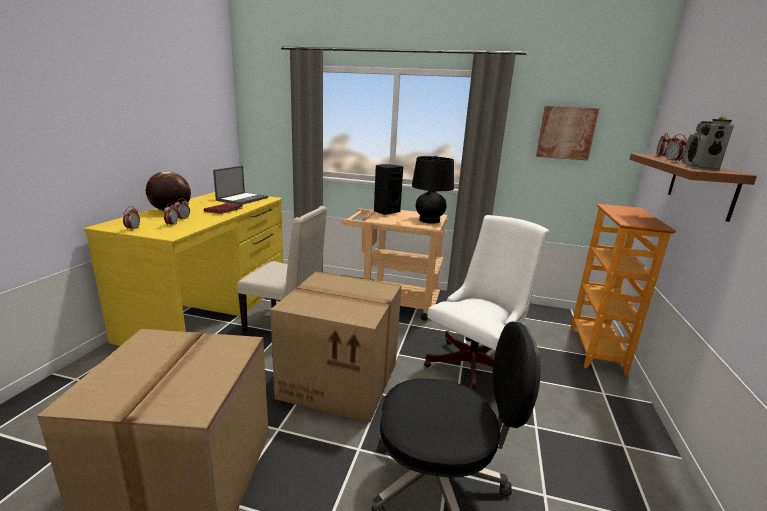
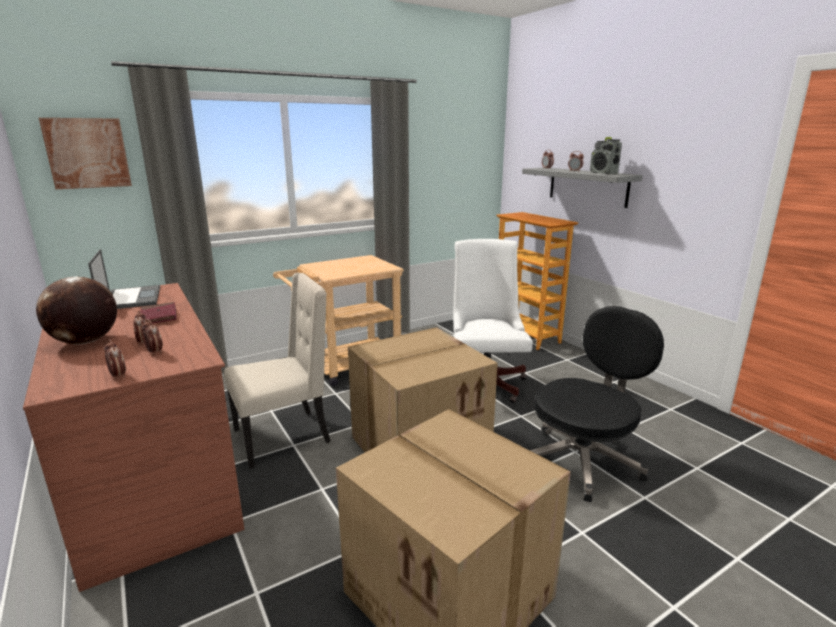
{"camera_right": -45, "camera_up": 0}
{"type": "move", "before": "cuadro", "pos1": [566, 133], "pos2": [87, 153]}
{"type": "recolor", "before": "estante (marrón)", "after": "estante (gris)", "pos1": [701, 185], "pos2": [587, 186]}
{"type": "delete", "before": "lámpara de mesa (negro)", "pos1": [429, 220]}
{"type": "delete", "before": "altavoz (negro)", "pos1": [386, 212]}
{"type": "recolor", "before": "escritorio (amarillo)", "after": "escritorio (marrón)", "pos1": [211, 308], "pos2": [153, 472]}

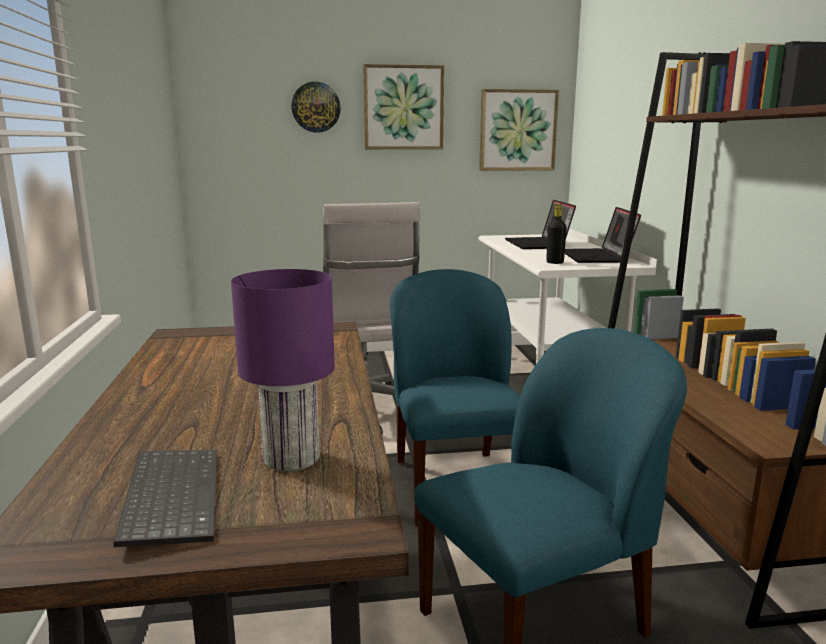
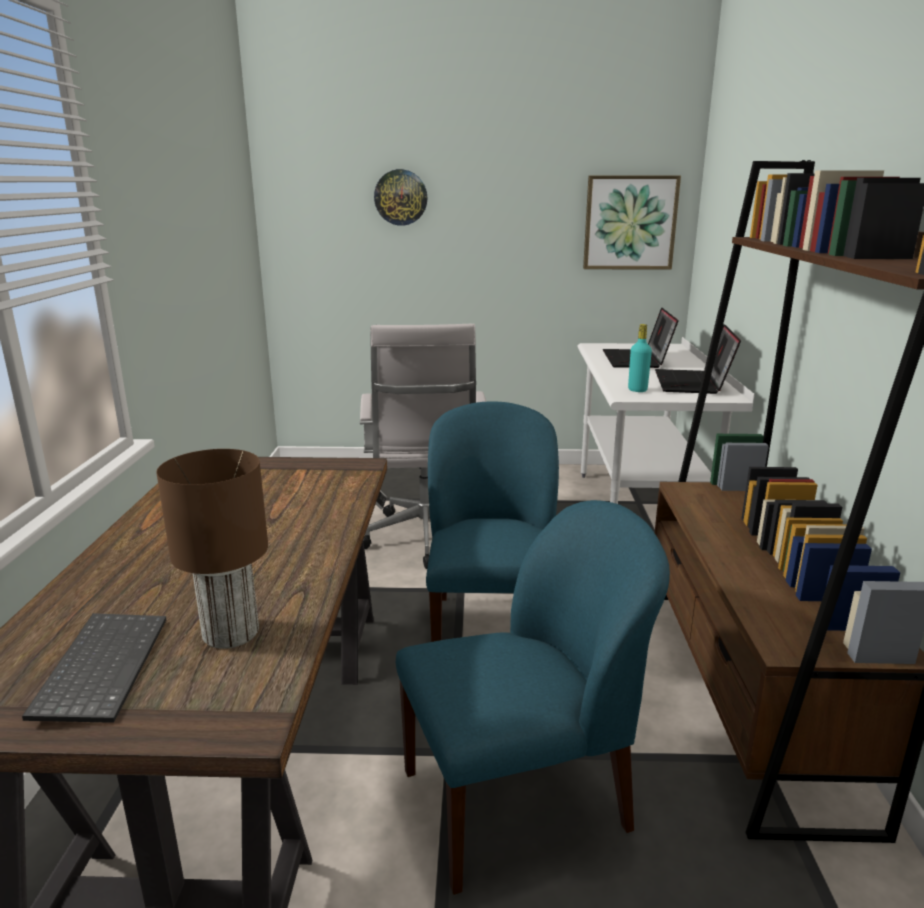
{"camera_right": 10, "camera_up": 5}
{"type": "delete", "before": "cuadro", "pos1": [403, 107]}
{"type": "recolor", "before": "botella (negro)", "after": "botella (turquesa)", "pos1": [555, 262], "pos2": [637, 390]}
{"type": "recolor", "before": "lámpara de mesa (morado)", "after": "lámpara de mesa (marrón)", "pos1": [290, 459], "pos2": [229, 633]}

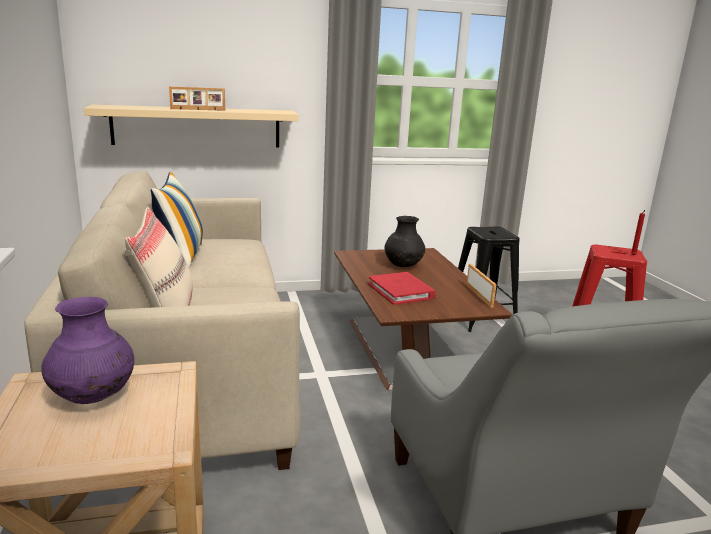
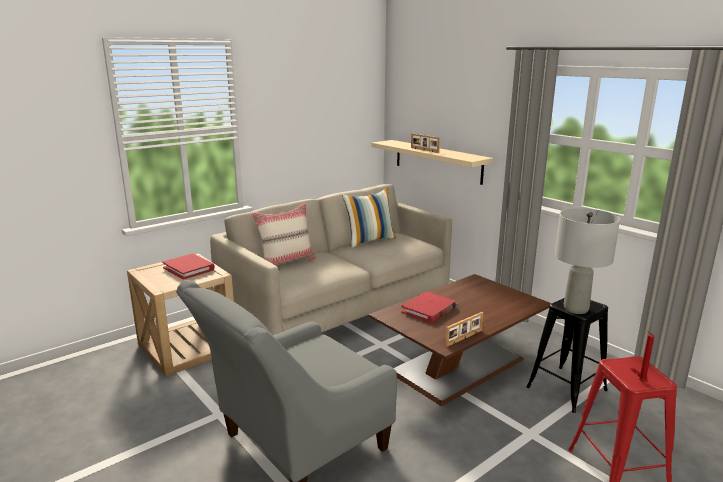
{"camera_right": 65, "camera_up": 0}
{"type": "delete", "before": "florero (negro)", "pos1": [403, 266]}
{"type": "replace", "before": "florero (morado)", "after": "libro (rojo)", "pos1": [93, 397], "pos2": [189, 268]}
{"type": "insert", "after": "lámpara de mesa (gris)", "pos2": [575, 309]}

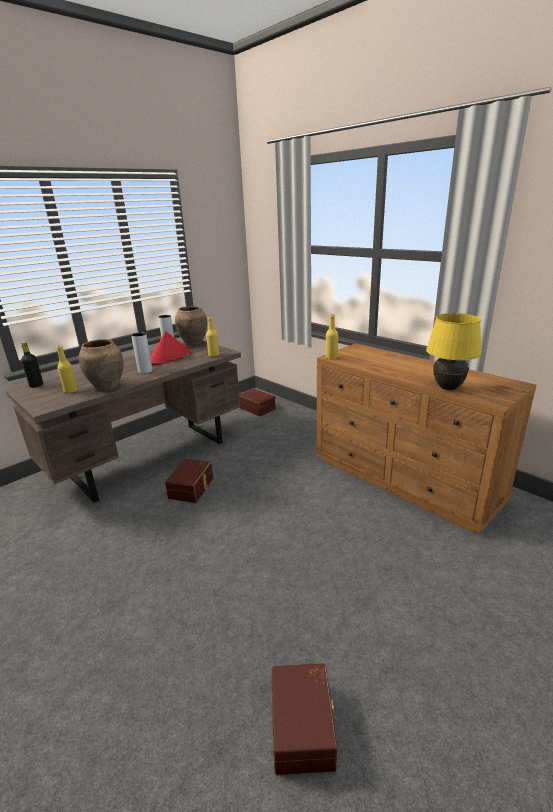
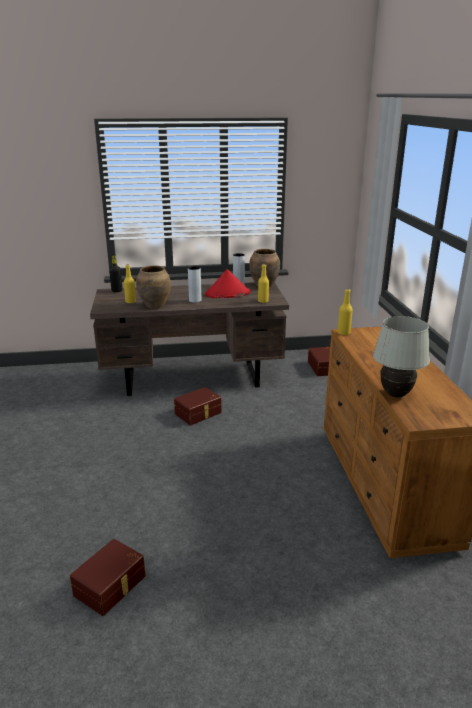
{"camera_right": 35, "camera_up": 0}
{"type": "recolor", "before": "lámpara de mesa (amarillo)", "after": "lámpara de mesa (blanco)", "pos1": [448, 388], "pos2": [396, 394]}

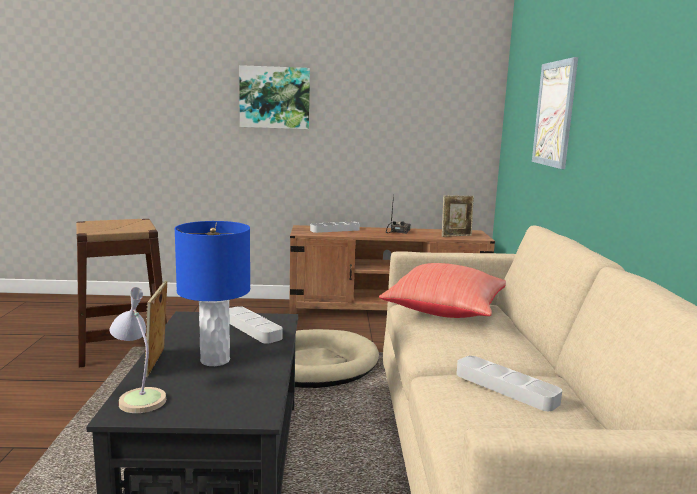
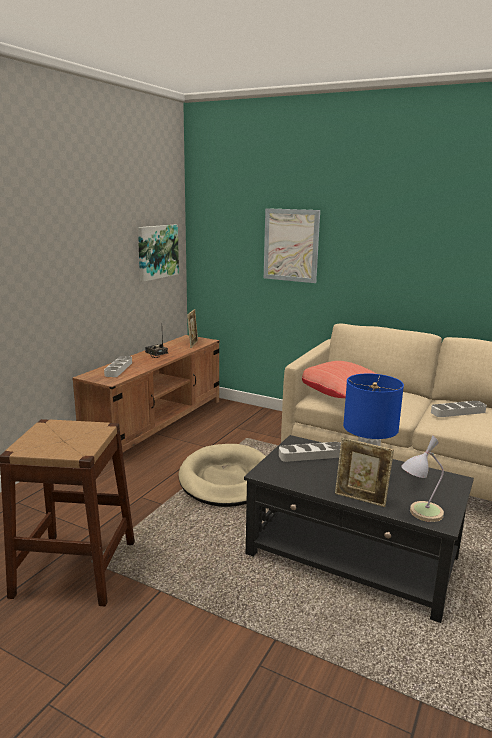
{"camera_right": -60, "camera_up": 5}
{"type": "move", "before": "cuadro", "pos1": [275, 97], "pos2": [157, 251]}

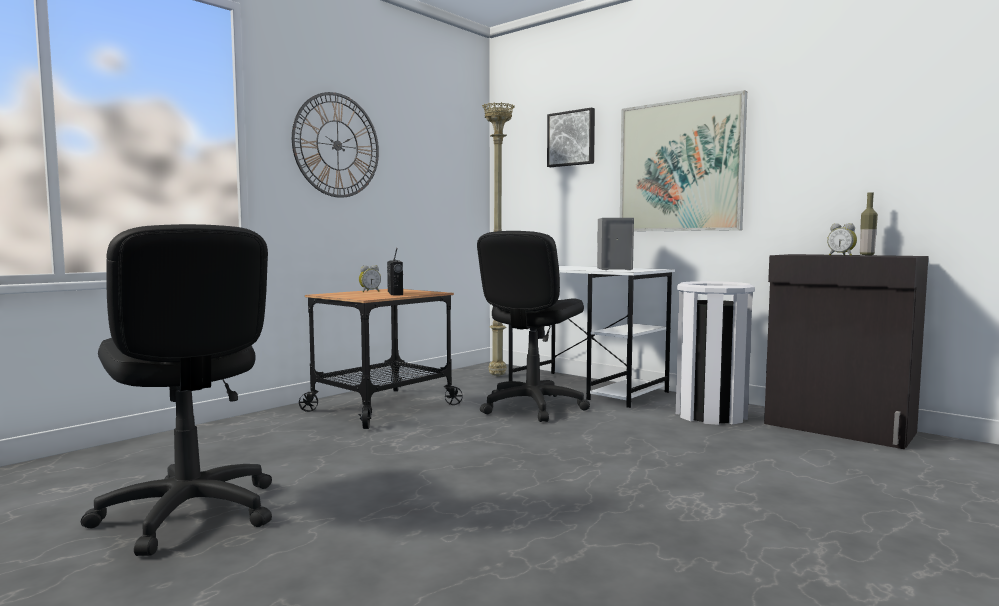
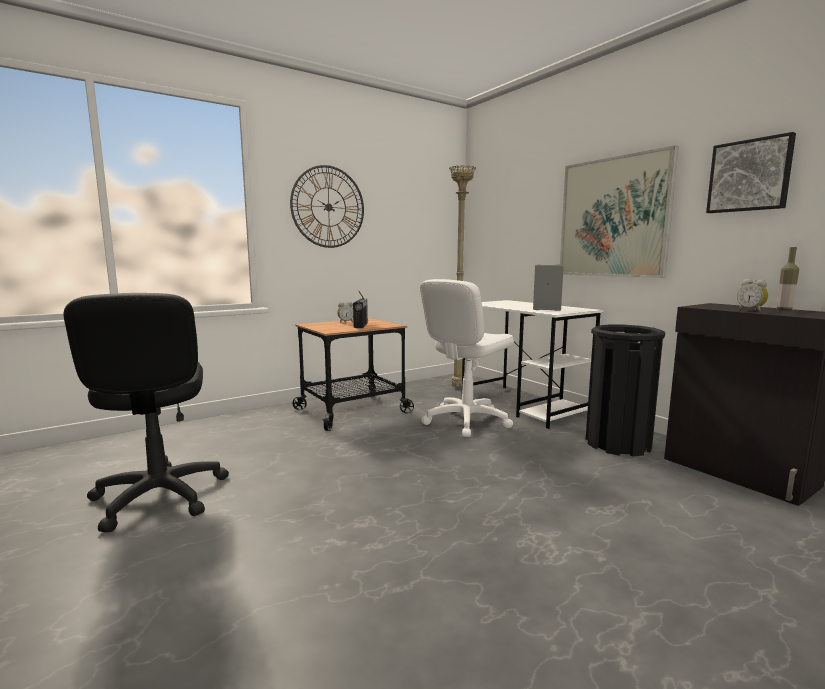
{"camera_right": 15, "camera_up": 5}
{"type": "move", "before": "cuadro", "pos1": [572, 138], "pos2": [749, 176]}
{"type": "recolor", "before": "silla de oficina (negro)", "after": "silla de oficina (blanco)", "pos1": [532, 407], "pos2": [466, 421]}
{"type": "recolor", "before": "papelera (blanco)", "after": "papelera (negro)", "pos1": [711, 415], "pos2": [617, 443]}

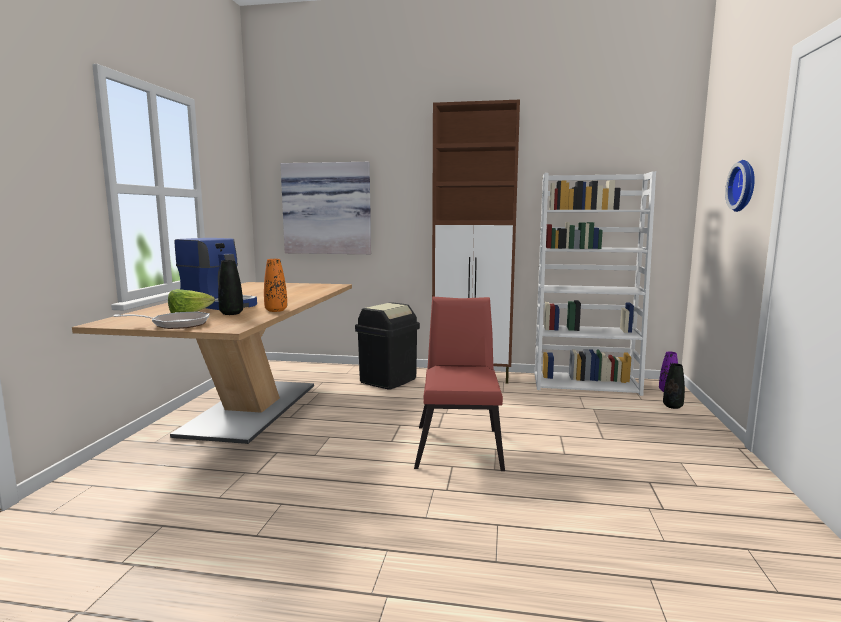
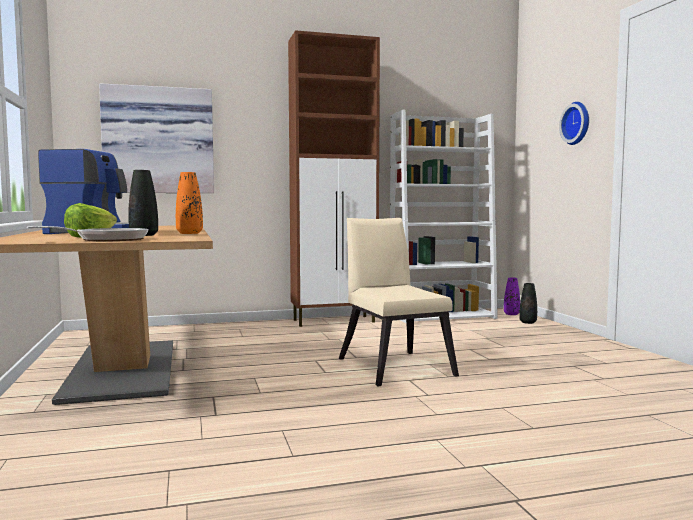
{"camera_right": -25, "camera_up": -5}
{"type": "recolor", "before": "silla (rojo)", "after": "silla (beis)", "pos1": [459, 444], "pos2": [393, 365]}
{"type": "delete", "before": "papelera (negro)", "pos1": [388, 380]}

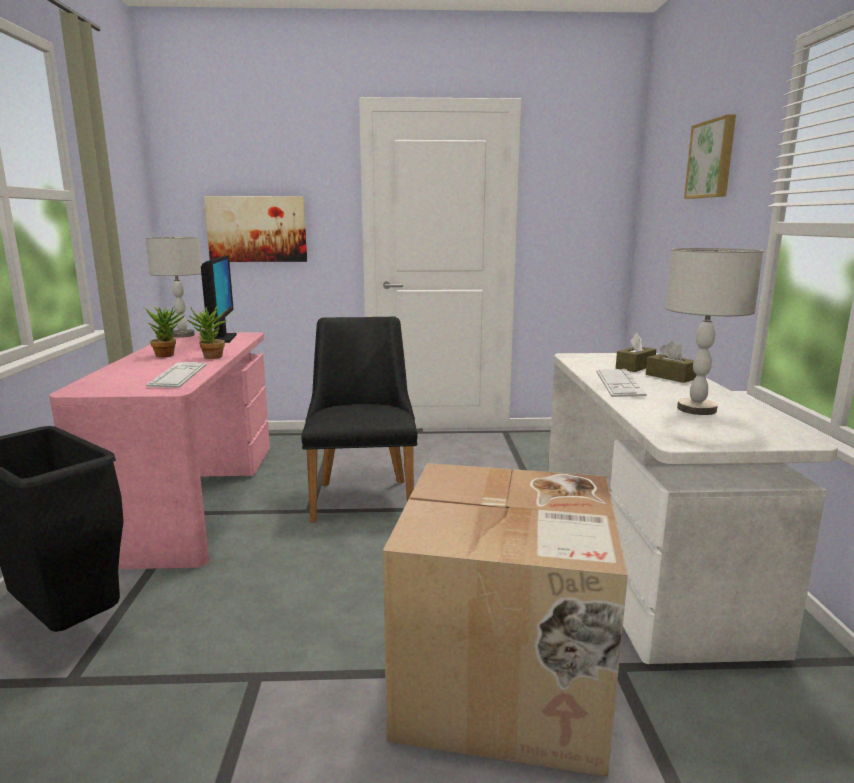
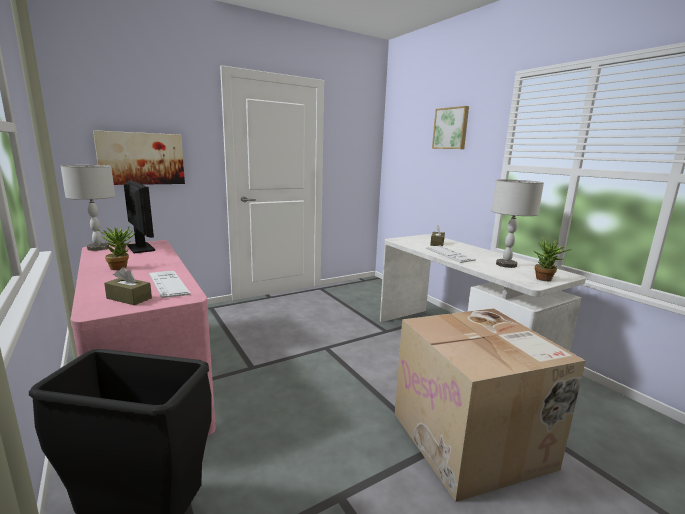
{"camera_right": -30, "camera_up": 0}
{"type": "move", "before": "planta en maceta", "pos1": [211, 358], "pos2": [545, 280]}
{"type": "delete", "before": "silla (negro)", "pos1": [363, 495]}
{"type": "move", "before": "caja de pañuelos (marrón)", "pos1": [670, 377], "pos2": [129, 298]}

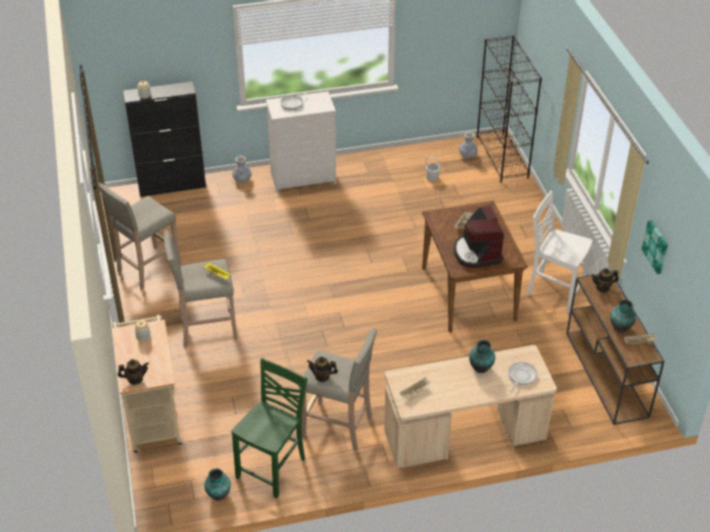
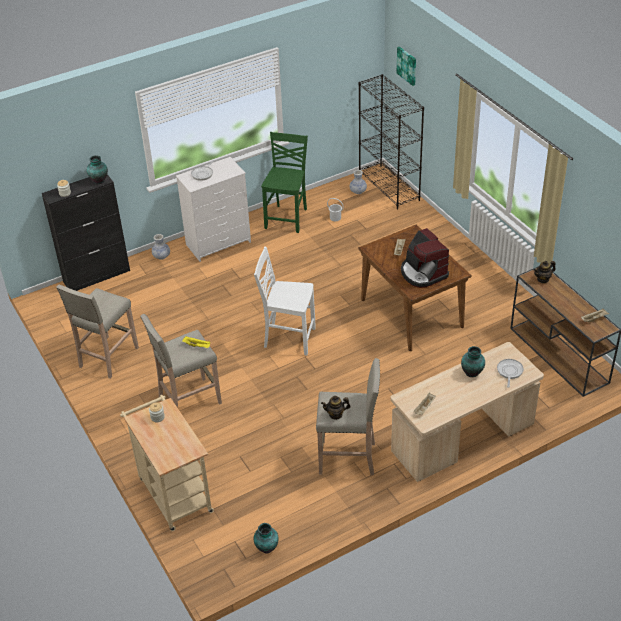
{"camera_right": -15, "camera_up": 0}
{"type": "move", "before": "silla (blanco)", "pos1": [553, 291], "pos2": [288, 338]}
{"type": "move", "before": "cuadro", "pos1": [656, 246], "pos2": [407, 65]}
{"type": "move", "before": "florero", "pos1": [621, 327], "pos2": [99, 180]}
{"type": "move", "before": "silla (verde)", "pos1": [273, 468], "pos2": [287, 218]}
{"type": "delete", "before": "tetera", "pos1": [135, 379]}

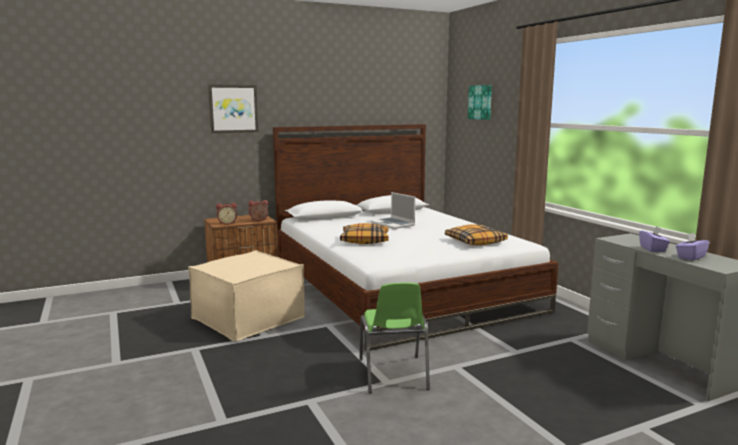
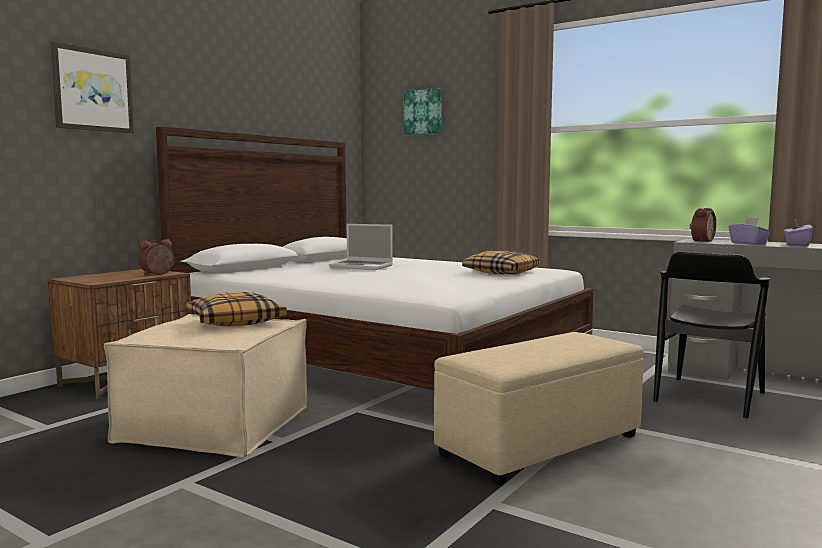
{"camera_right": -30, "camera_up": -5}
{"type": "move", "before": "despertador", "pos1": [227, 223], "pos2": [700, 241]}
{"type": "move", "before": "cojín", "pos1": [365, 240], "pos2": [236, 321]}
{"type": "replace", "before": "silla (verde)", "after": "puf (beis)", "pos1": [393, 375], "pos2": [539, 445]}
{"type": "insert", "after": "silla (negro)", "pos2": [708, 397]}

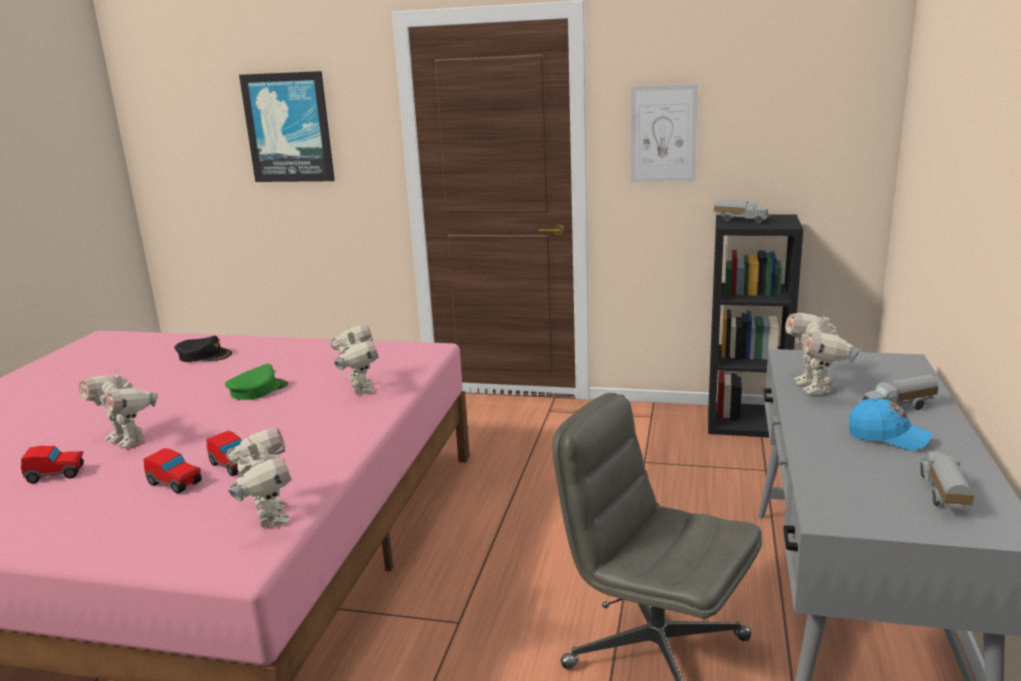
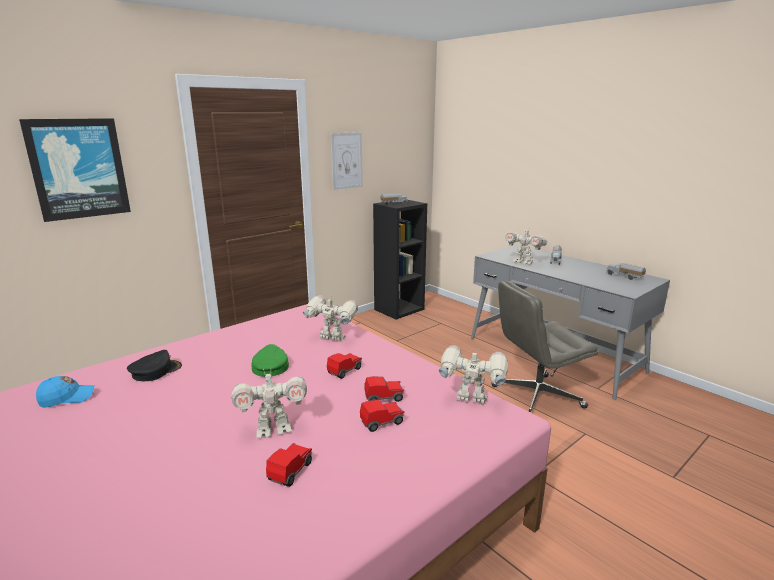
{"camera_right": -55, "camera_up": 0}
{"type": "move", "before": "gorra (azul)", "pos1": [888, 437], "pos2": [67, 398]}
{"type": "insert", "after": "coche de juguete", "pos2": [344, 371]}

